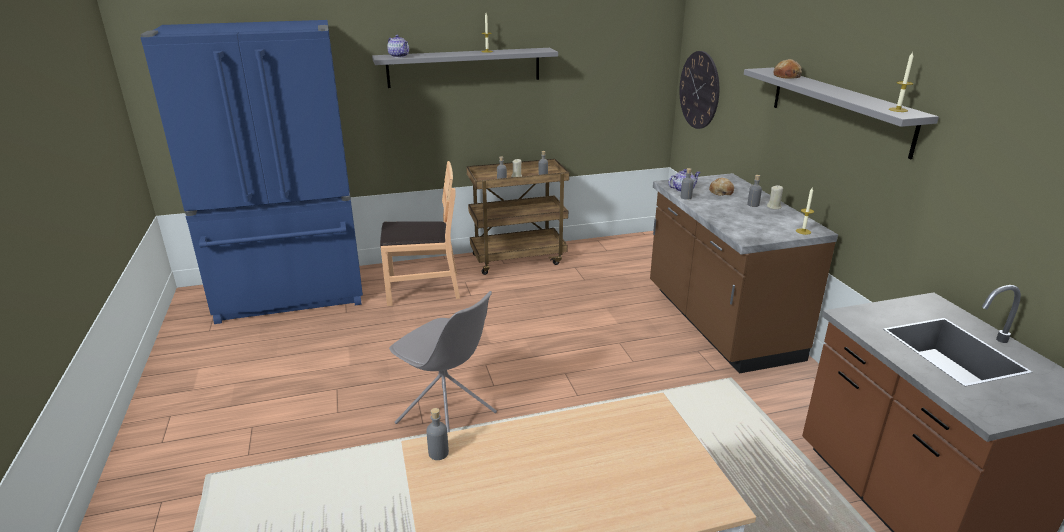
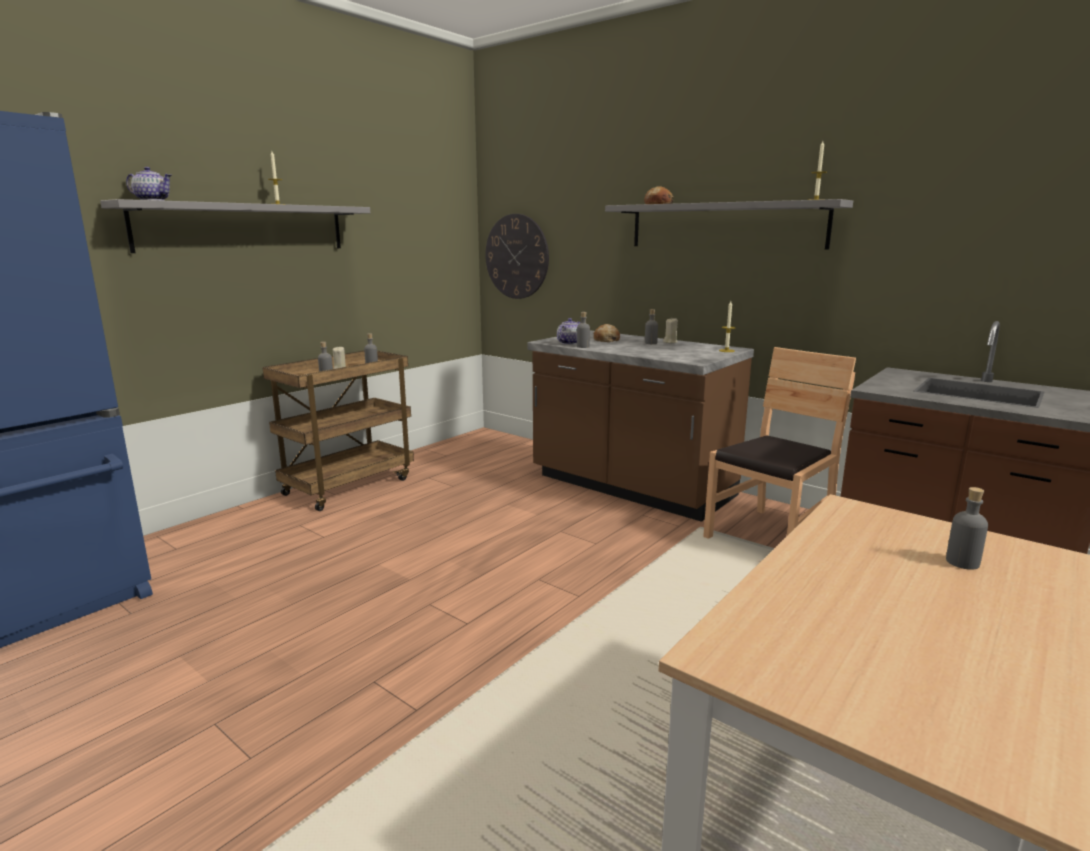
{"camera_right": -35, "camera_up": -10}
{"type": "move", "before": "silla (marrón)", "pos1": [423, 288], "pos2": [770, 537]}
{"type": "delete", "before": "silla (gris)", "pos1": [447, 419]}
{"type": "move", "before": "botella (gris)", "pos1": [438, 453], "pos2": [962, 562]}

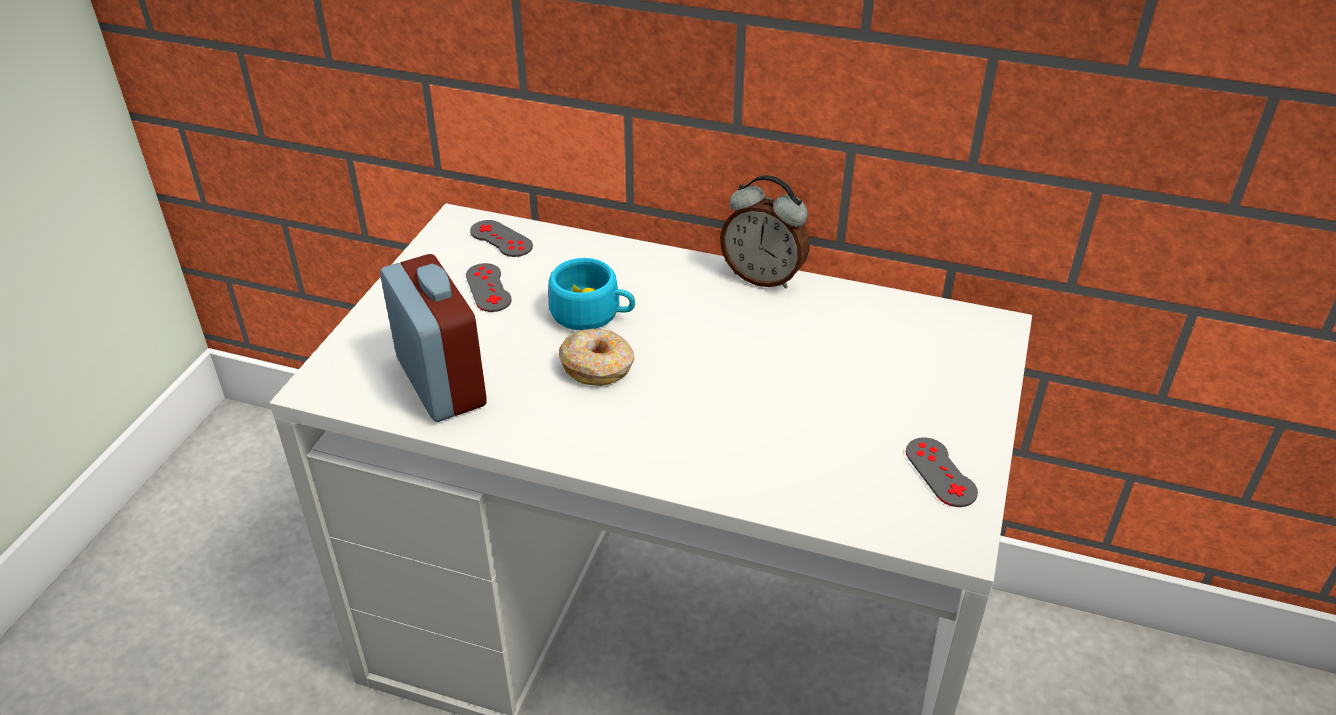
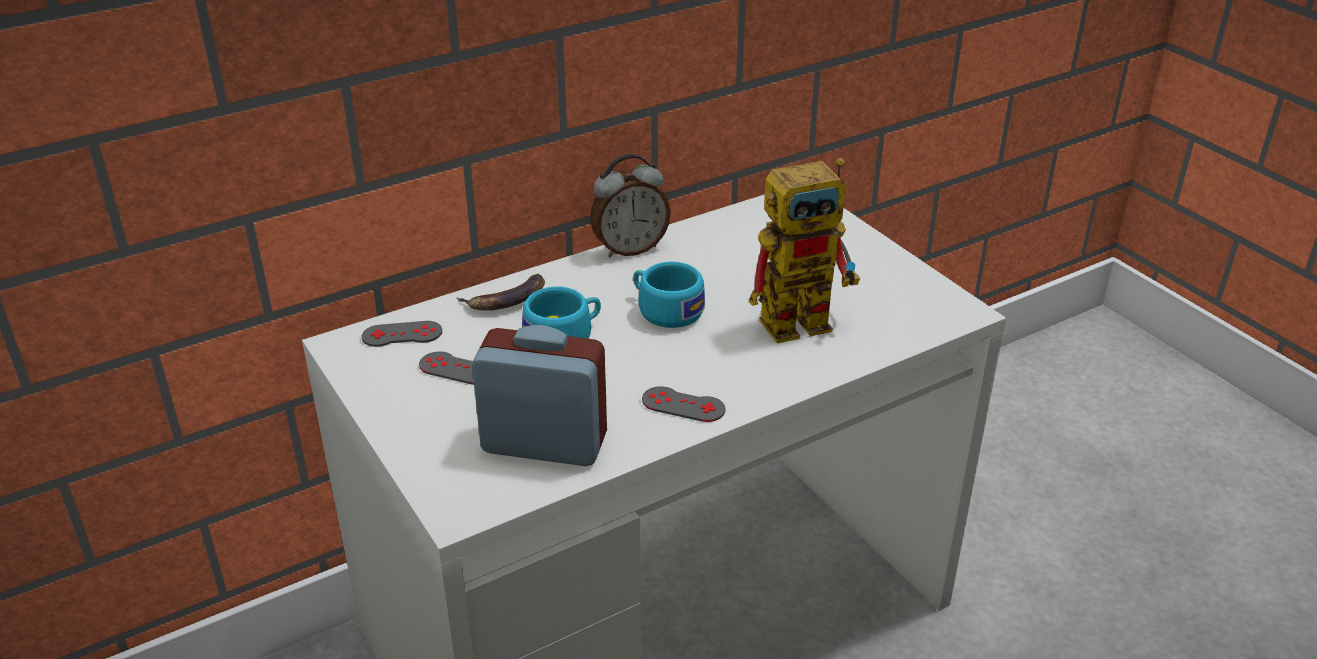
{"camera_right": -50, "camera_up": -5}
{"type": "delete", "before": "rosquilla", "pos1": [598, 366]}
{"type": "move", "before": "mando de consola (gris)", "pos1": [940, 472], "pos2": [683, 405]}
{"type": "insert", "after": "robot de juguete", "pos2": [806, 318]}
{"type": "insert", "after": "taza (turquesa)", "pos2": [665, 309]}
{"type": "insert", "after": "plátano", "pos2": [507, 299]}

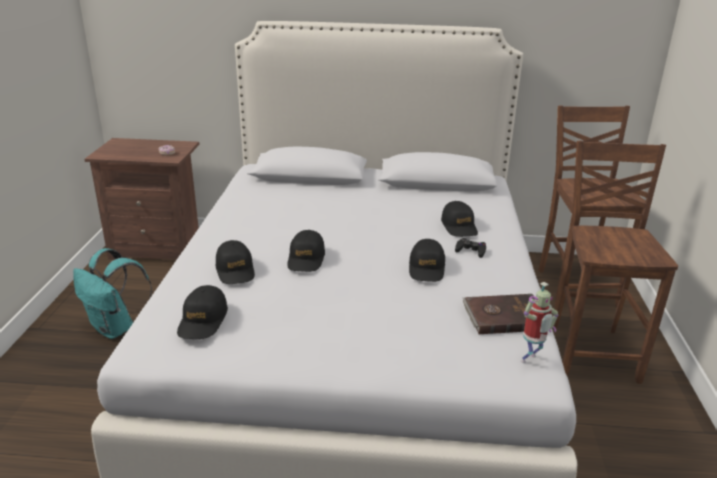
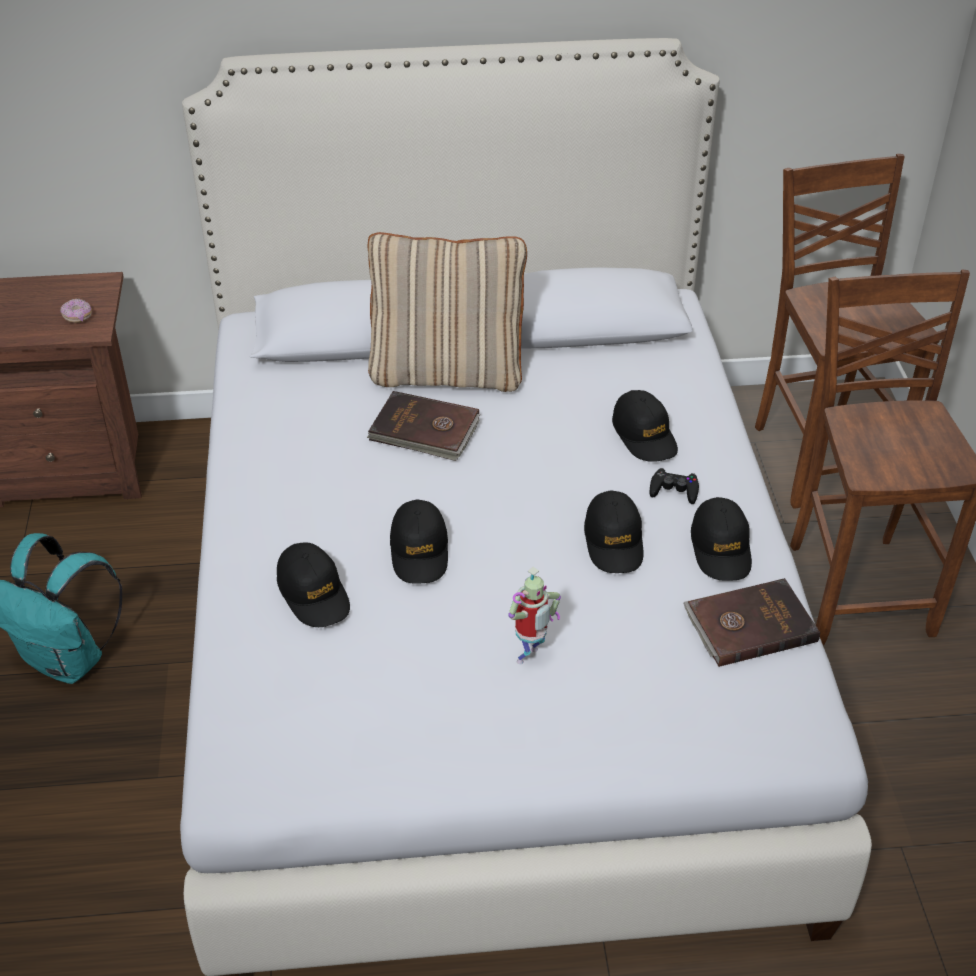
{"camera_right": -10, "camera_up": 15}
{"type": "move", "before": "robot de juguete", "pos1": [530, 360], "pos2": [530, 658]}
{"type": "move", "before": "gorra (negro)", "pos1": [203, 321], "pos2": [721, 548]}
{"type": "insert", "after": "cojín (beis)", "pos2": [447, 372]}
{"type": "insert", "after": "libro (marrón)", "pos2": [425, 430]}

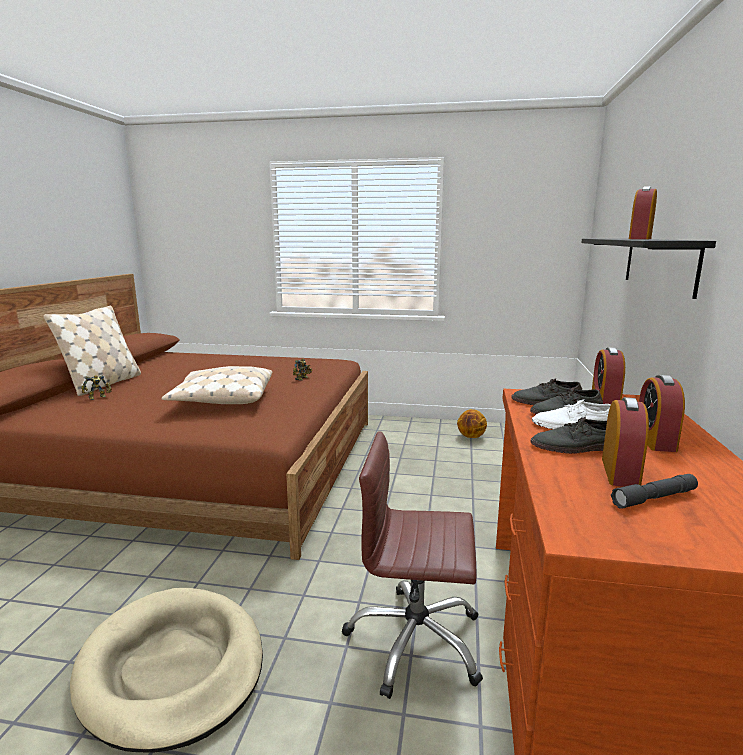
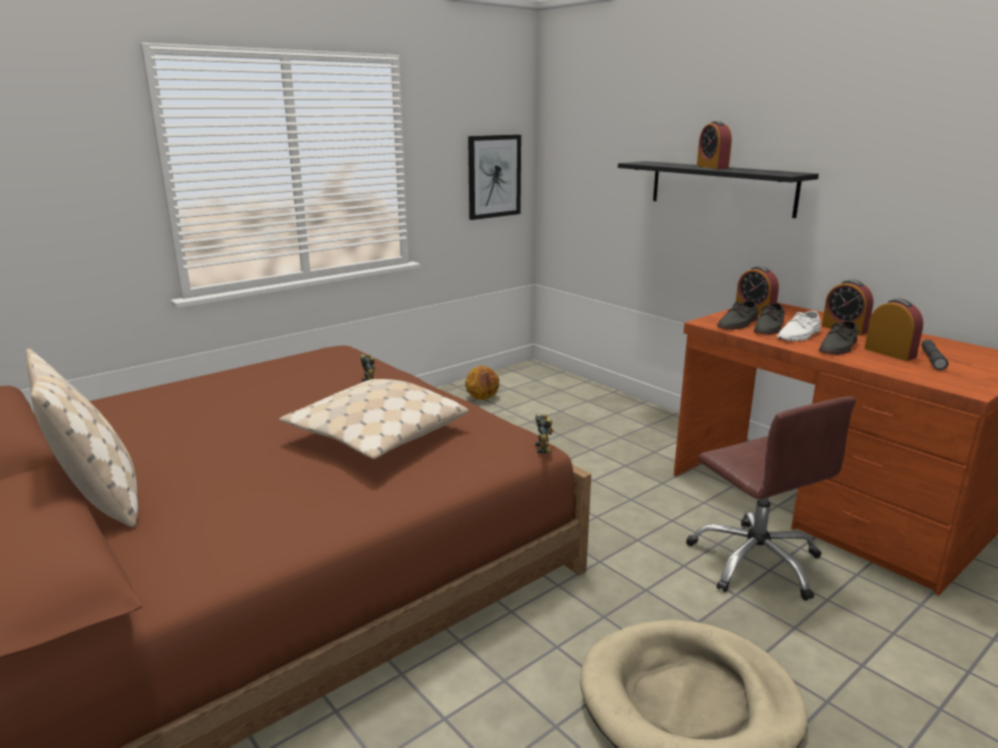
{"camera_right": -50, "camera_up": 5}
{"type": "move", "before": "robot de juguete", "pos1": [98, 397], "pos2": [545, 448]}
{"type": "rotate", "before": "silla de oficina (marrón)", "pos1": [415, 641], "pos2": [756, 561], "turn": -75}
{"type": "insert", "after": "cuadro", "pos2": [494, 176]}

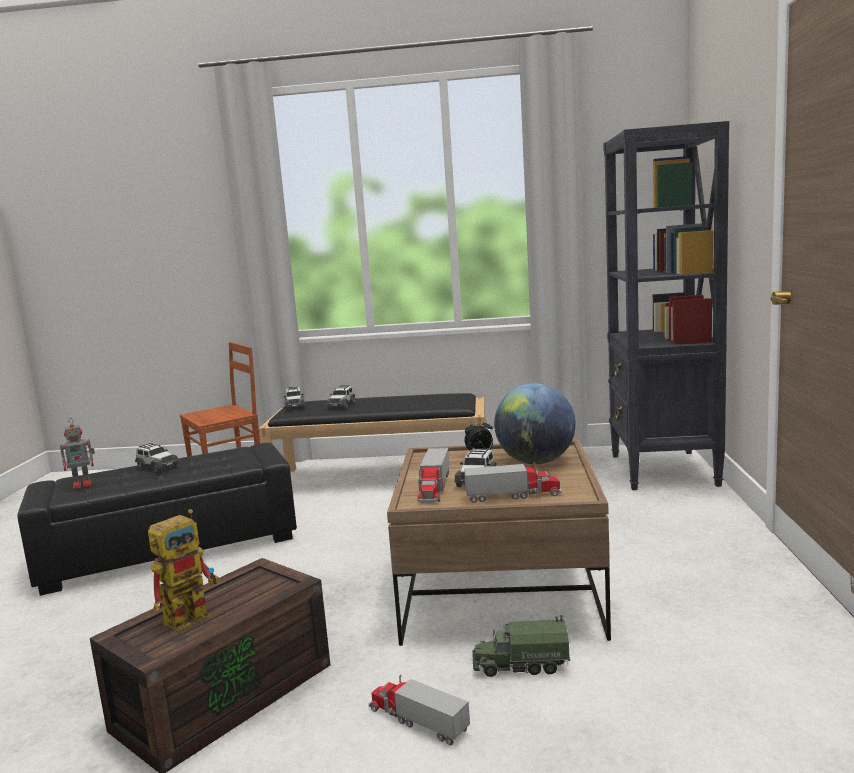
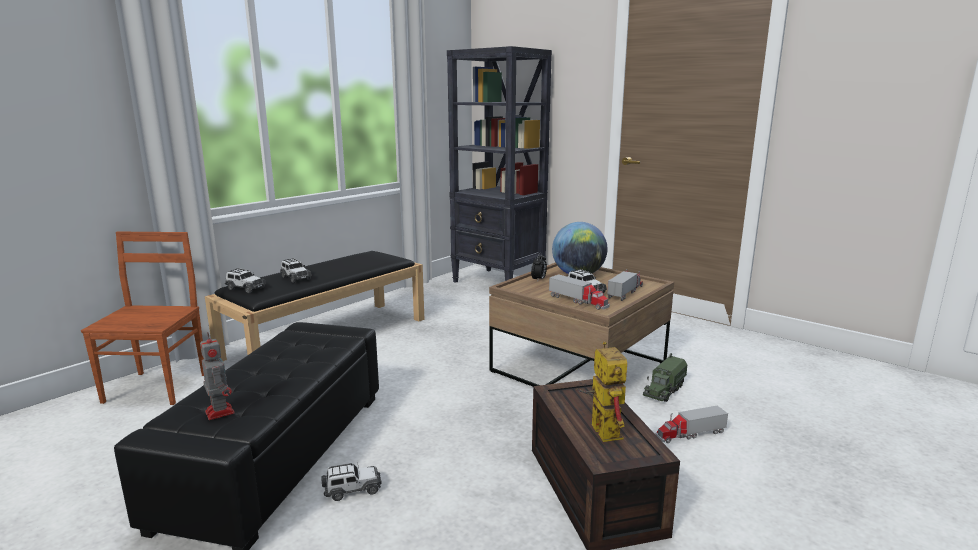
{"camera_right": -55, "camera_up": 5}
{"type": "rotate", "before": "robot de juguete", "pos1": [83, 484], "pos2": [219, 411], "turn": -45}
{"type": "move", "before": "coche de juguete", "pos1": [157, 466], "pos2": [352, 489]}

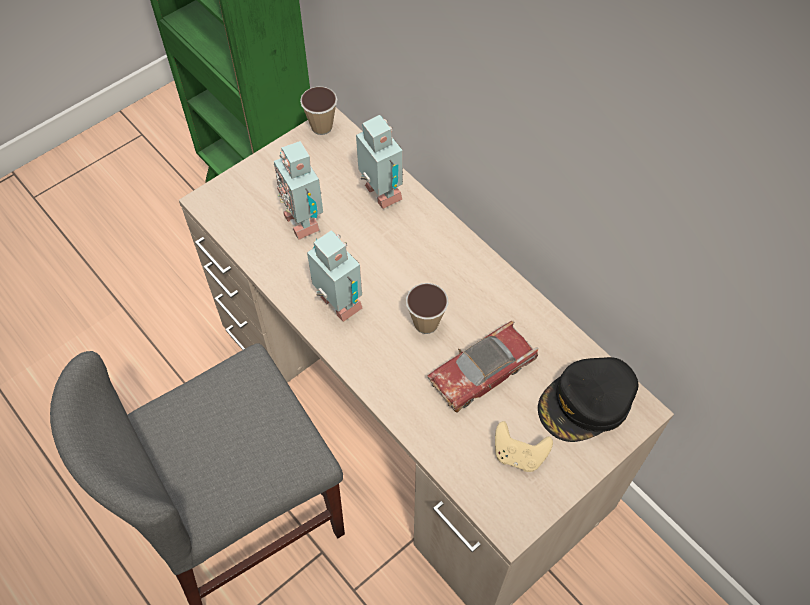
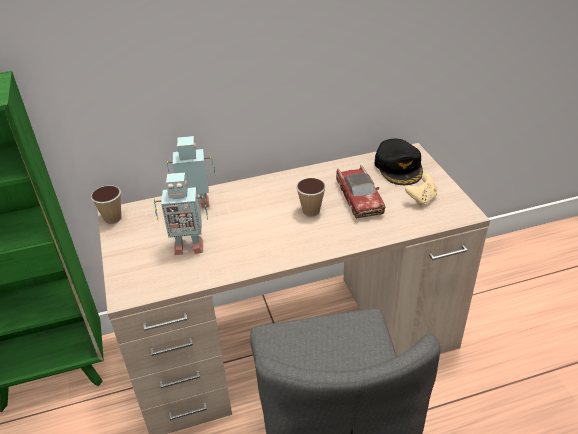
{"camera_right": -65, "camera_up": -20}
{"type": "delete", "before": "robot de juguete", "pos1": [339, 306]}

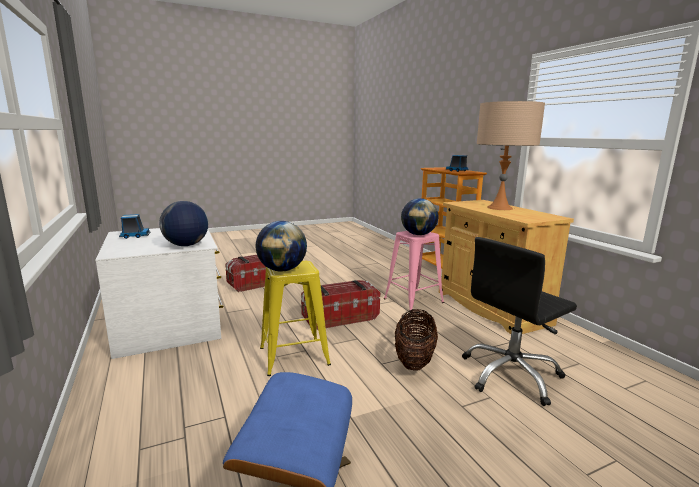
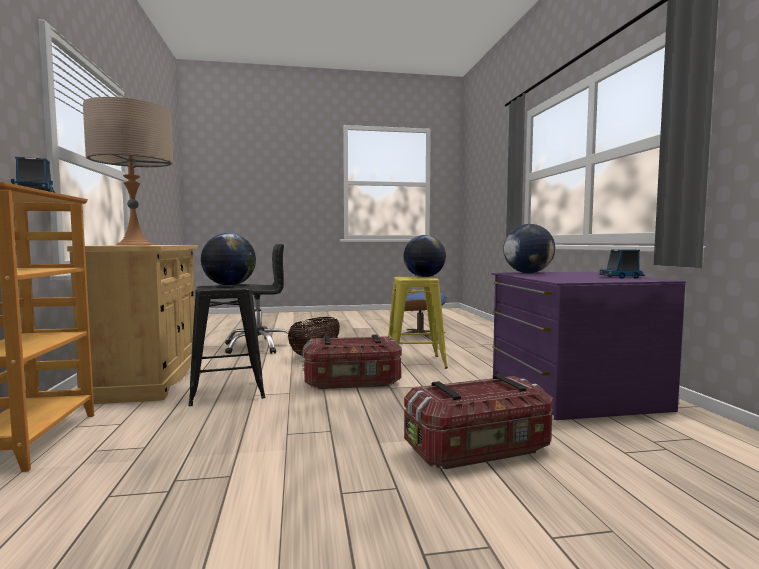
{"camera_right": -165, "camera_up": -10}
{"type": "recolor", "before": "cómoda (blanco)", "after": "cómoda (morado)", "pos1": [170, 325], "pos2": [572, 392]}
{"type": "recolor", "before": "taburete (rosa)", "after": "taburete (negro)", "pos1": [413, 301], "pos2": [227, 392]}

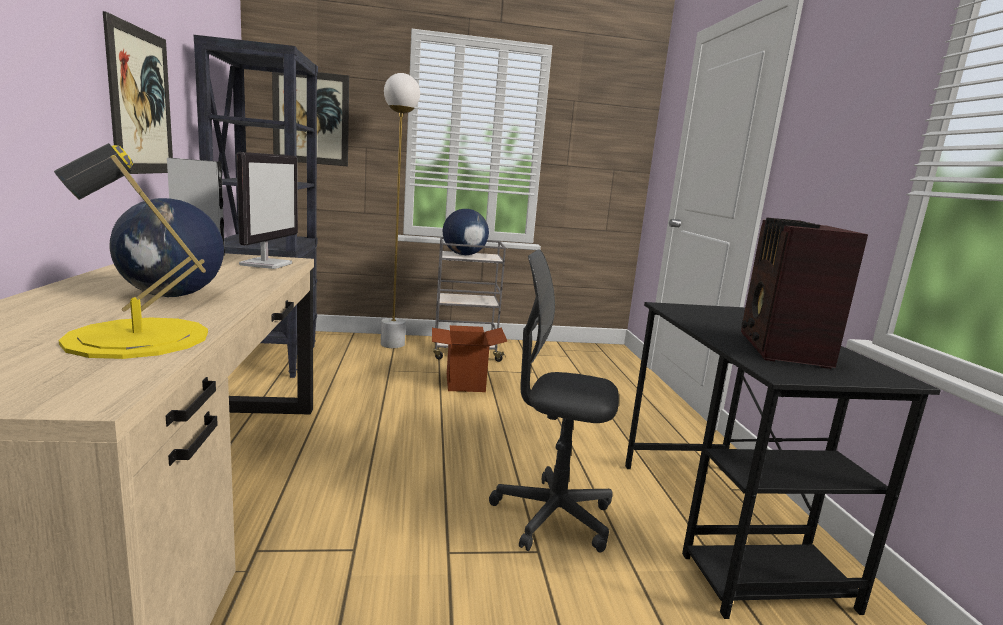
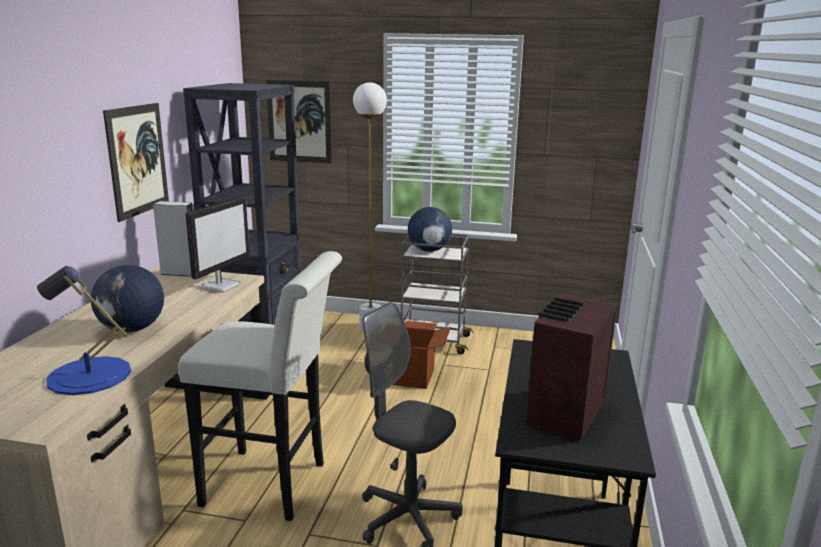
{"camera_right": 20, "camera_up": 5}
{"type": "recolor", "before": "lámpara de mesa (amarillo)", "after": "lámpara de mesa (azul)", "pos1": [137, 338], "pos2": [89, 376]}
{"type": "insert", "after": "taburete (blanco)", "pos2": [273, 485]}

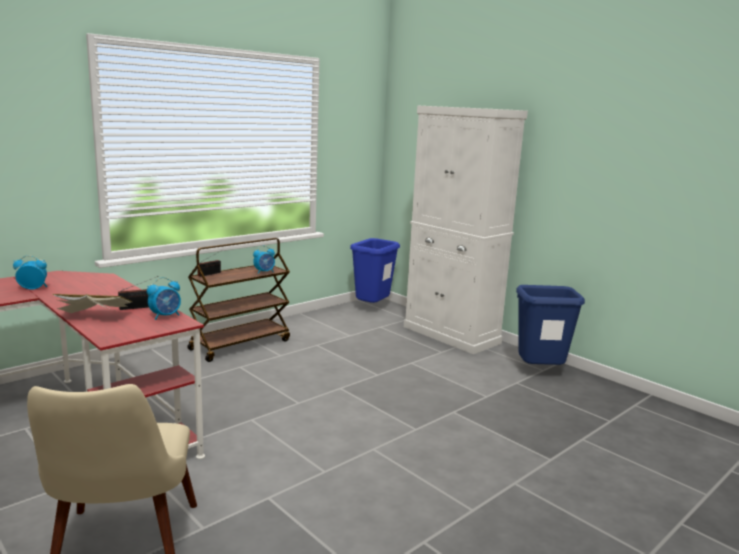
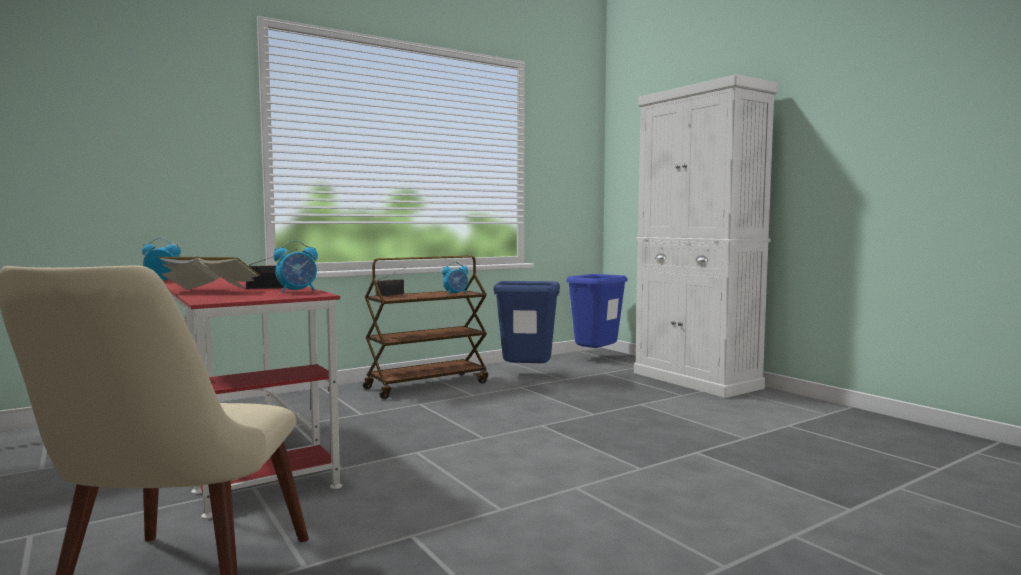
{"camera_right": 10, "camera_up": -10}
{"type": "move", "before": "papelera (azul)", "pos1": [540, 373], "pos2": [527, 375]}

